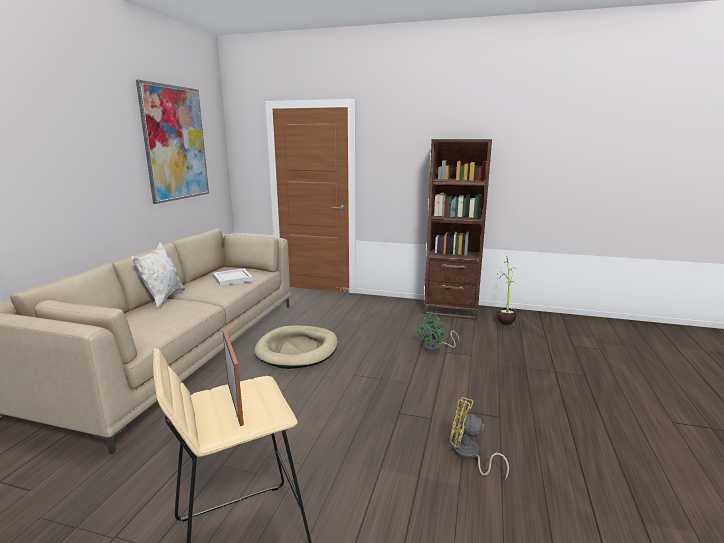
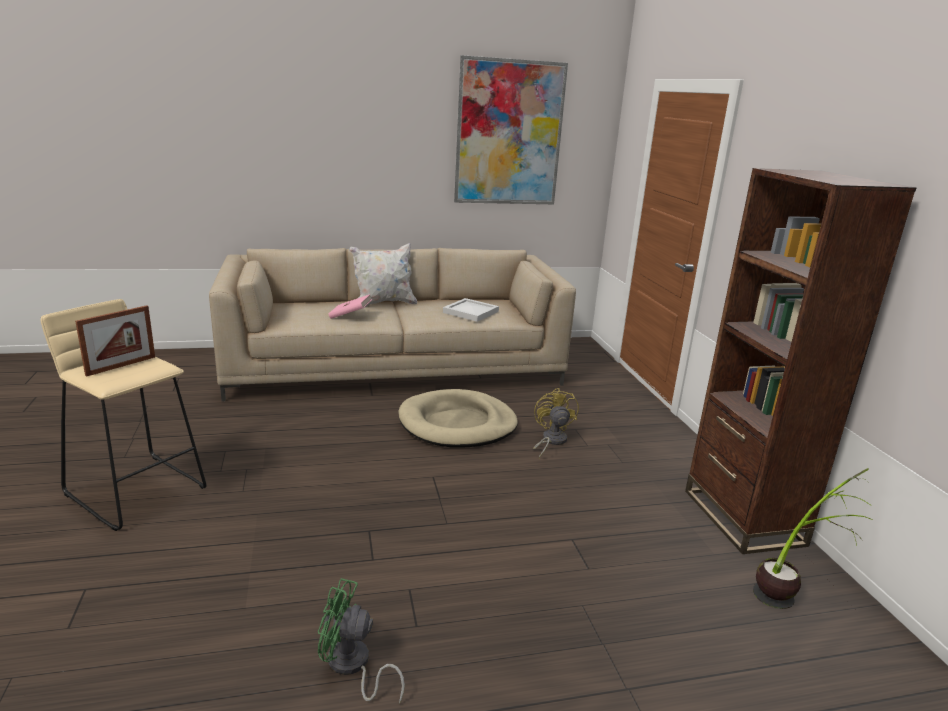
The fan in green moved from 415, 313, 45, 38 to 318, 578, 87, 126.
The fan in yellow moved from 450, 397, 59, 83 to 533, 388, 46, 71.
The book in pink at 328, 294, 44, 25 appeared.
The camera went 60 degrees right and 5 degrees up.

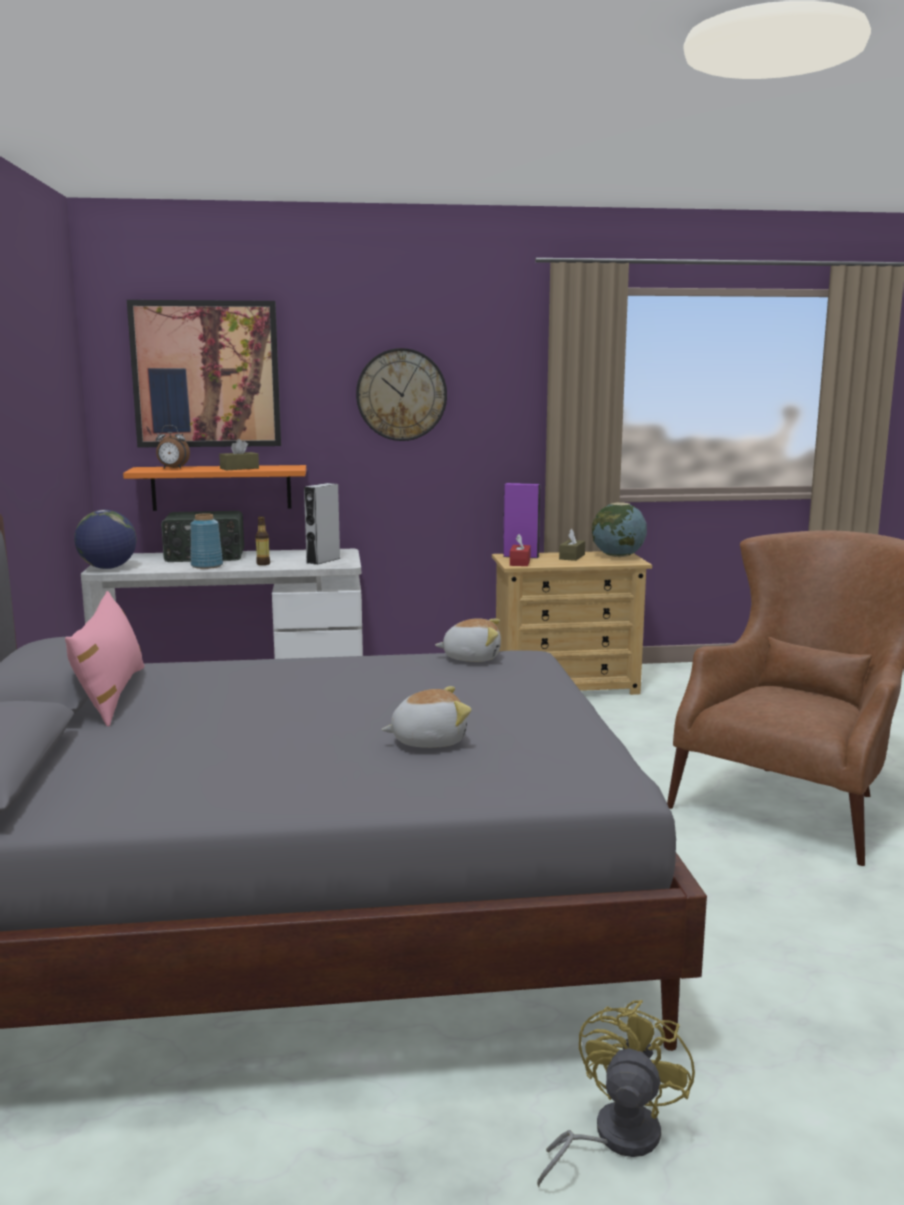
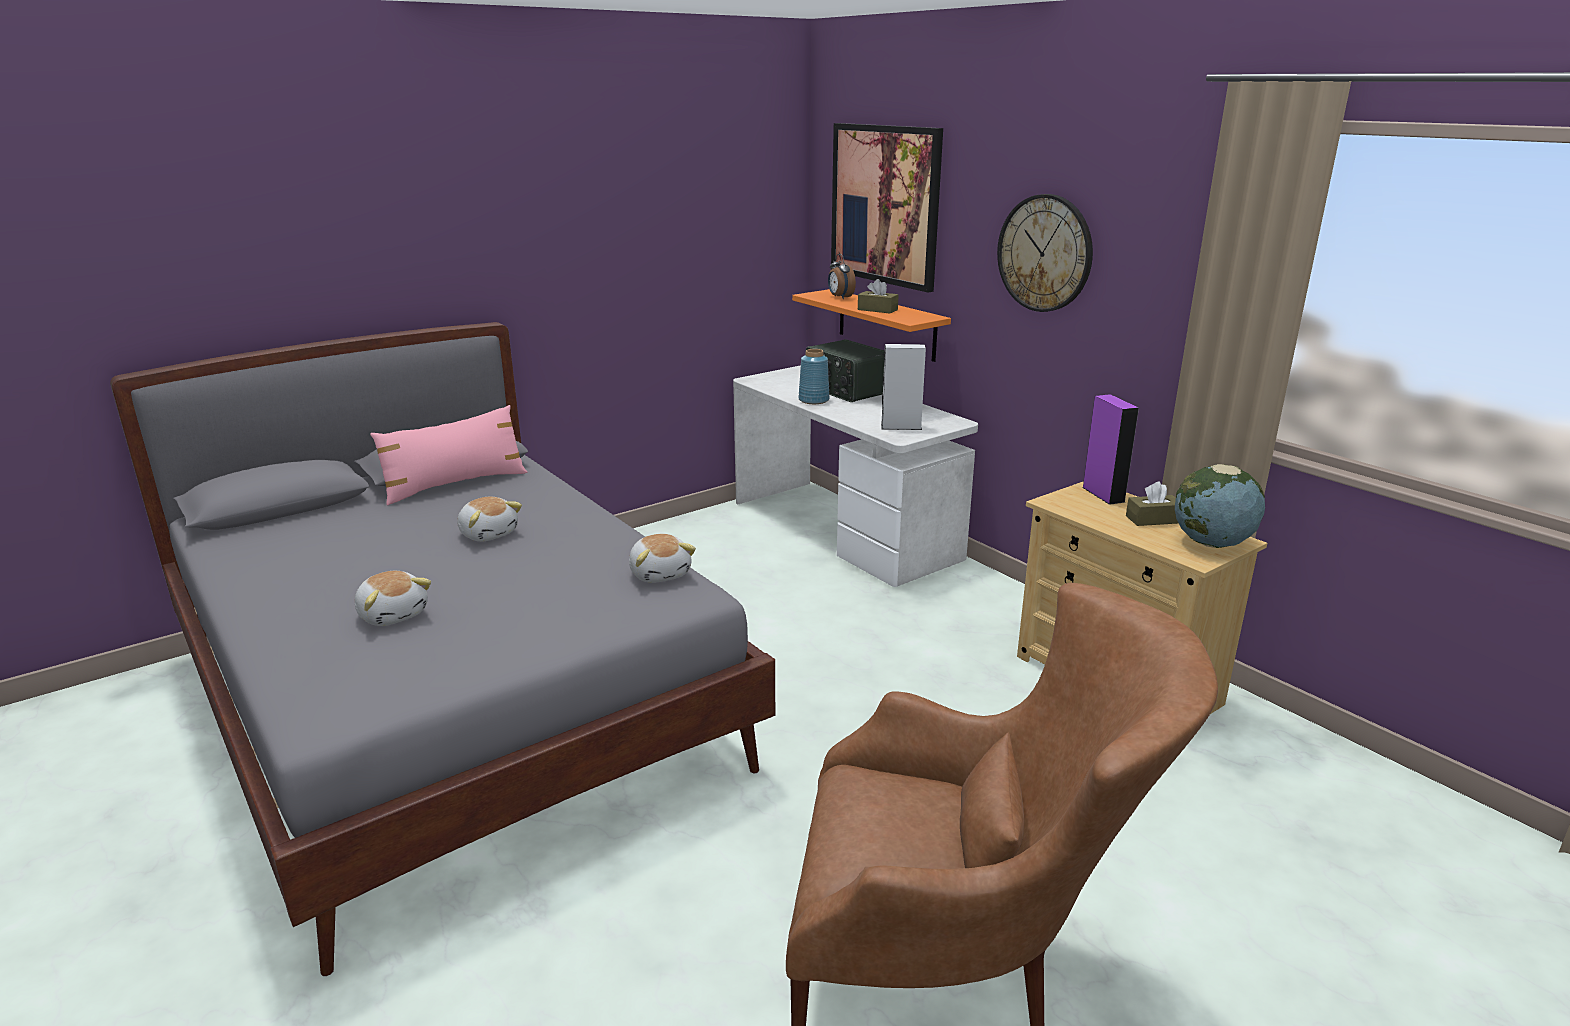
The globe at 74, 510, 63, 59 disappeared.
The bottle at 255, 516, 15, 49 disappeared.
The tissue box in red at 510, 534, 21, 32 disappeared.
The fan in yellow at 537, 1000, 158, 187 disappeared.
The plush toy at 457, 497, 65, 44 appeared.
The camera went 60 degrees right and 10 degrees up.

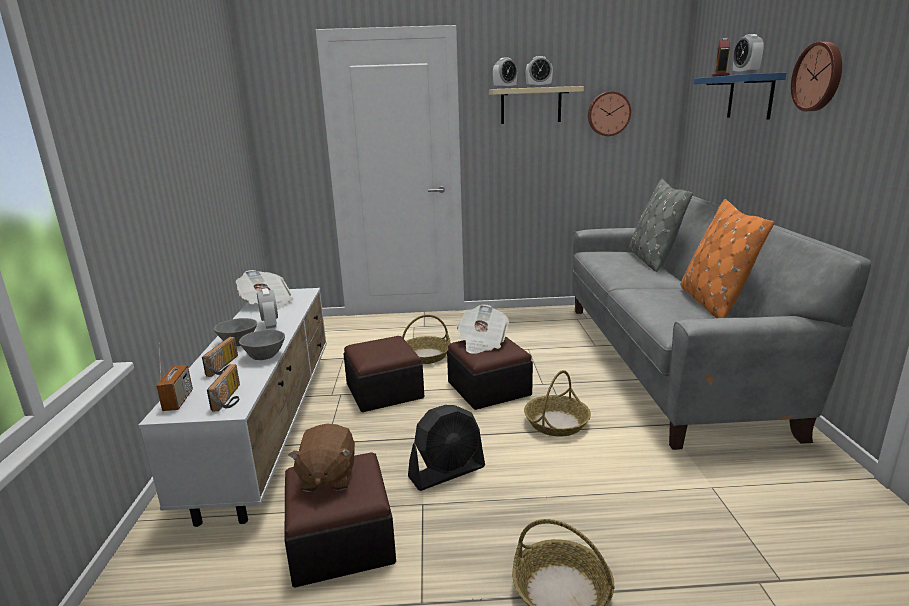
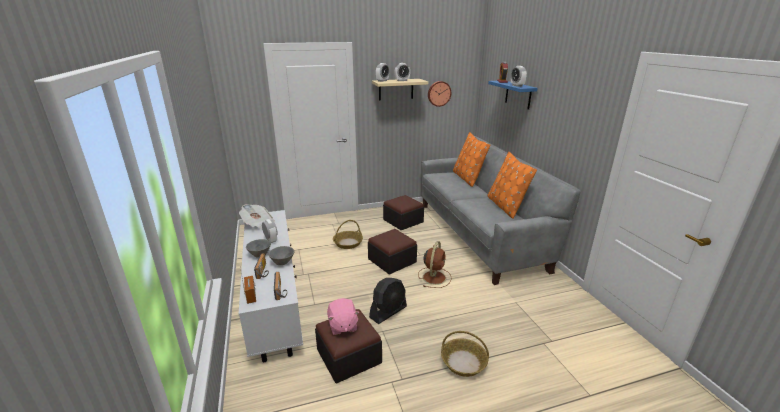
The wall clock at 791, 42, 51, 69 disappeared.
The pillow in grey at 629, 179, 64, 93 became the pillow in orange at 453, 132, 37, 55.
The newspaper at 457, 304, 52, 50 disappeared.
The ottoman moved from 343, 336, 81, 76 to 383, 195, 41, 35.
The basket at 524, 370, 67, 67 was replaced by the fan in brown at 418, 241, 33, 47.
The plush toy in brown at 288, 424, 67, 68 became the plush toy in pink at 327, 298, 33, 37.
The camera went 15 degrees left and 5 degrees up.

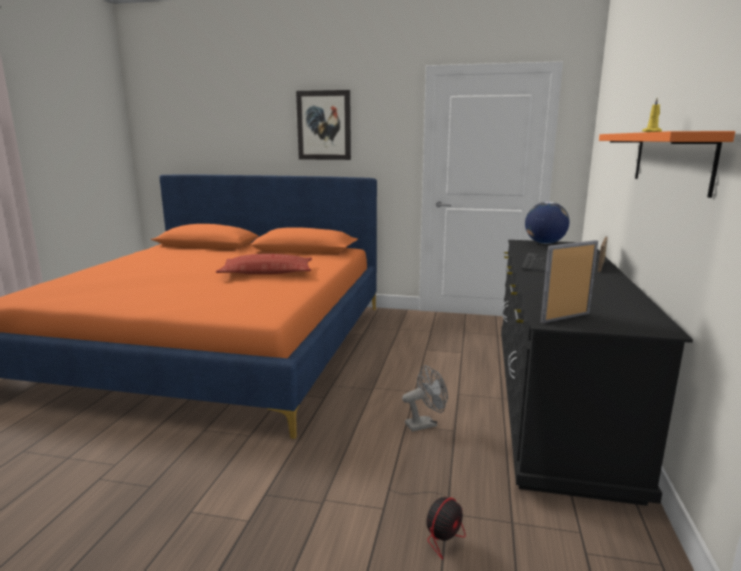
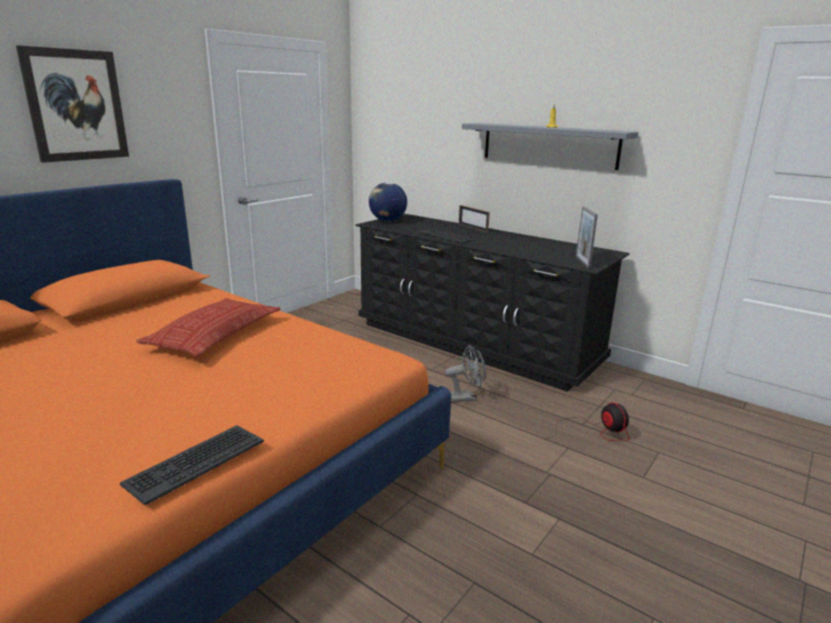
The shelf in orange at 599, 131, 136, 67 became the shelf in grey at 462, 123, 176, 47.
The fan in grey at 402, 365, 46, 67 turned 75 degrees clockwise.
The keyboard at 120, 425, 144, 80 appeared.
The camera went 65 degrees left and 5 degrees up.

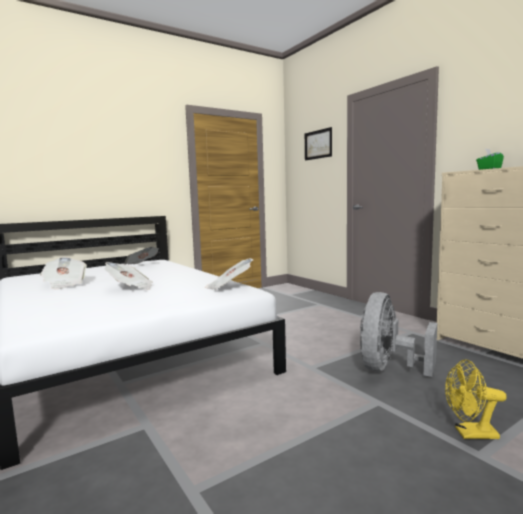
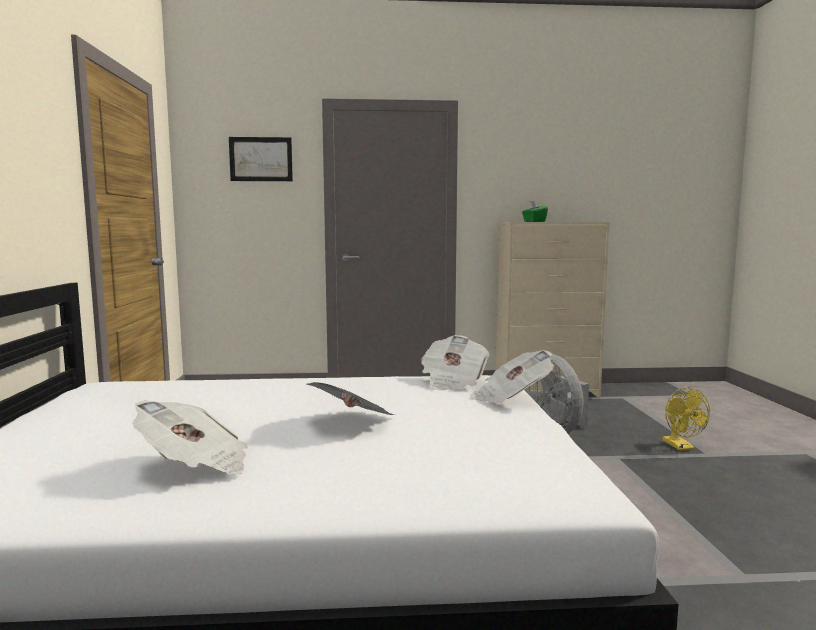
The newspaper moved from 125, 247, 34, 18 to 470, 350, 84, 54.
The fan in yellow at 445, 359, 62, 80 turned 45 degrees counterclockwise.
The camera went 60 degrees left and 0 degrees up.

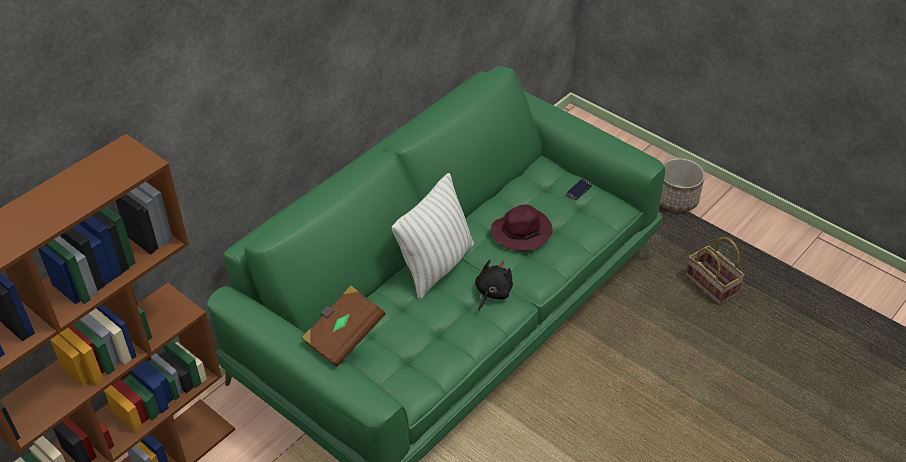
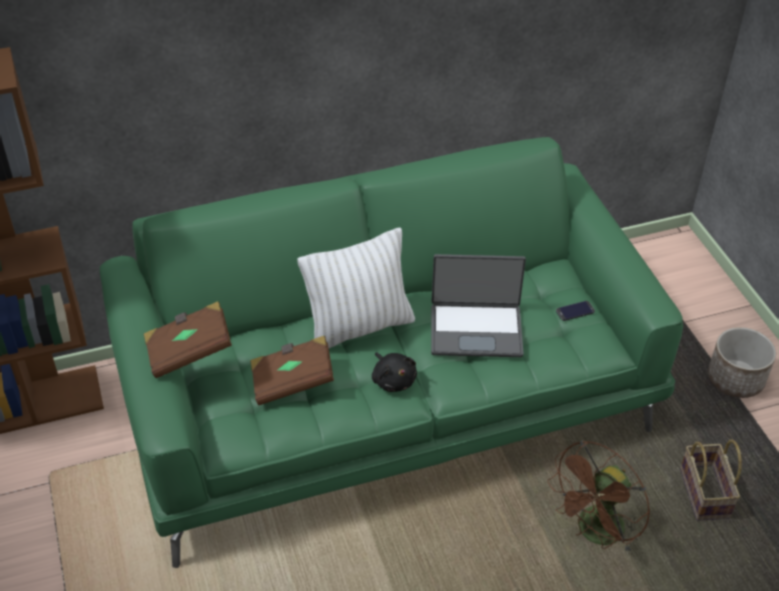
The hat in purple at 491, 205, 62, 46 was replaced by the laptop at 431, 254, 95, 103.
The plush toy in black at 475, 260, 38, 51 turned 90 degrees clockwise.
The book in brown at 250, 336, 84, 69 appeared.
The fan in brown at 547, 440, 103, 114 appeared.
The camera went 30 degrees right and 0 degrees up.

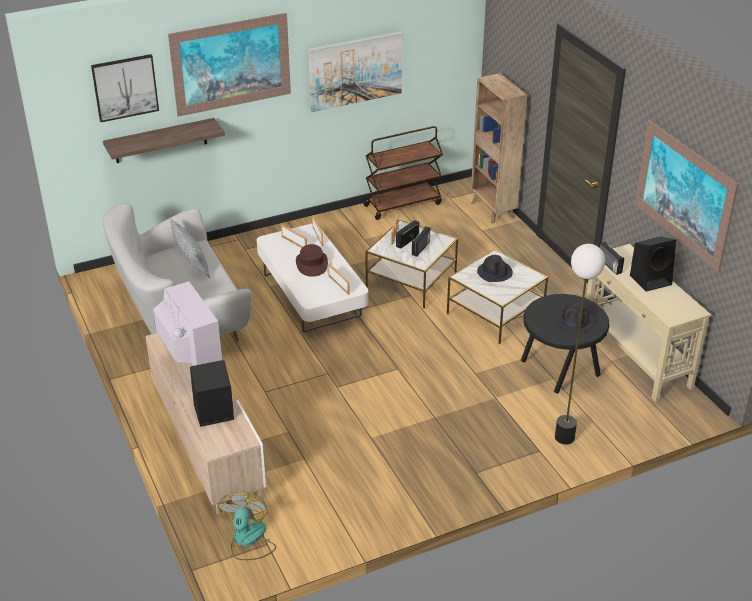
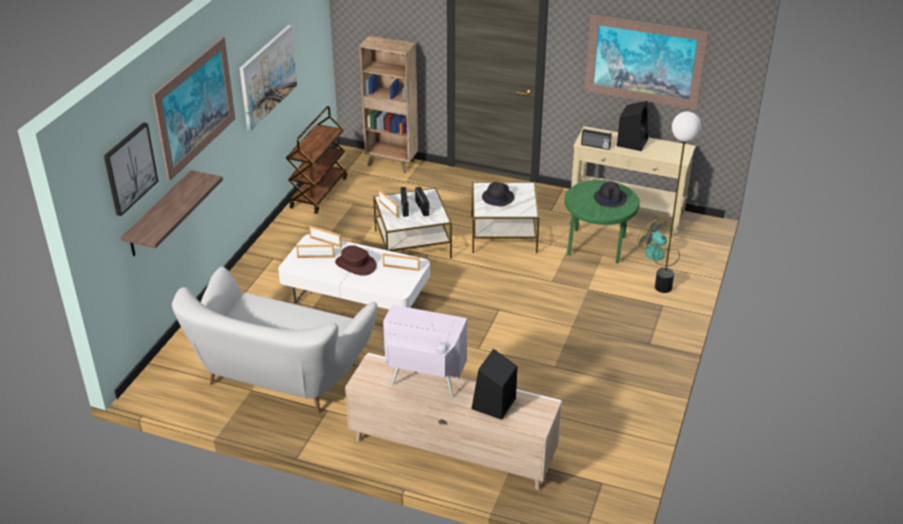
The pillow at 170, 219, 40, 59 disappeared.
The side table in black at 521, 294, 89, 99 became the side table in green at 565, 180, 74, 83.
The fan moved from 218, 491, 58, 69 to 638, 217, 42, 50.
The camera went 45 degrees left and 0 degrees up.

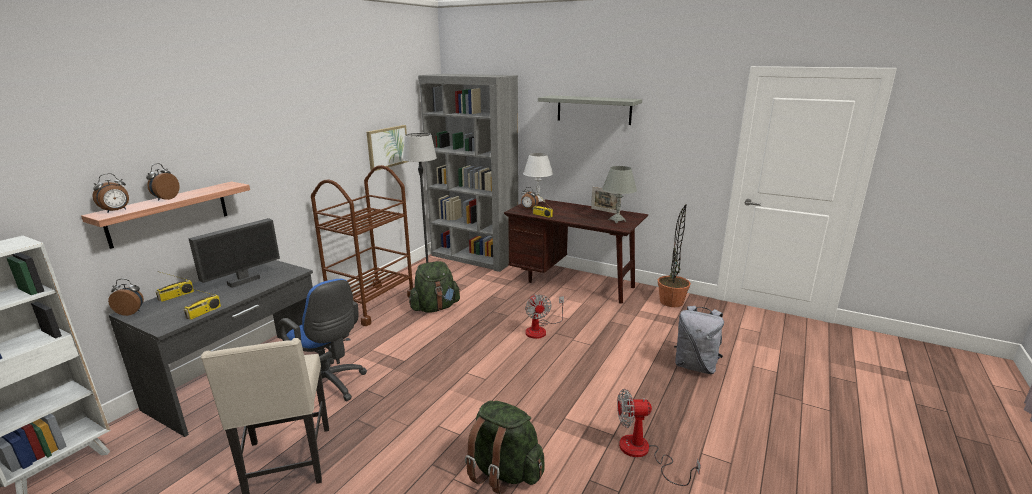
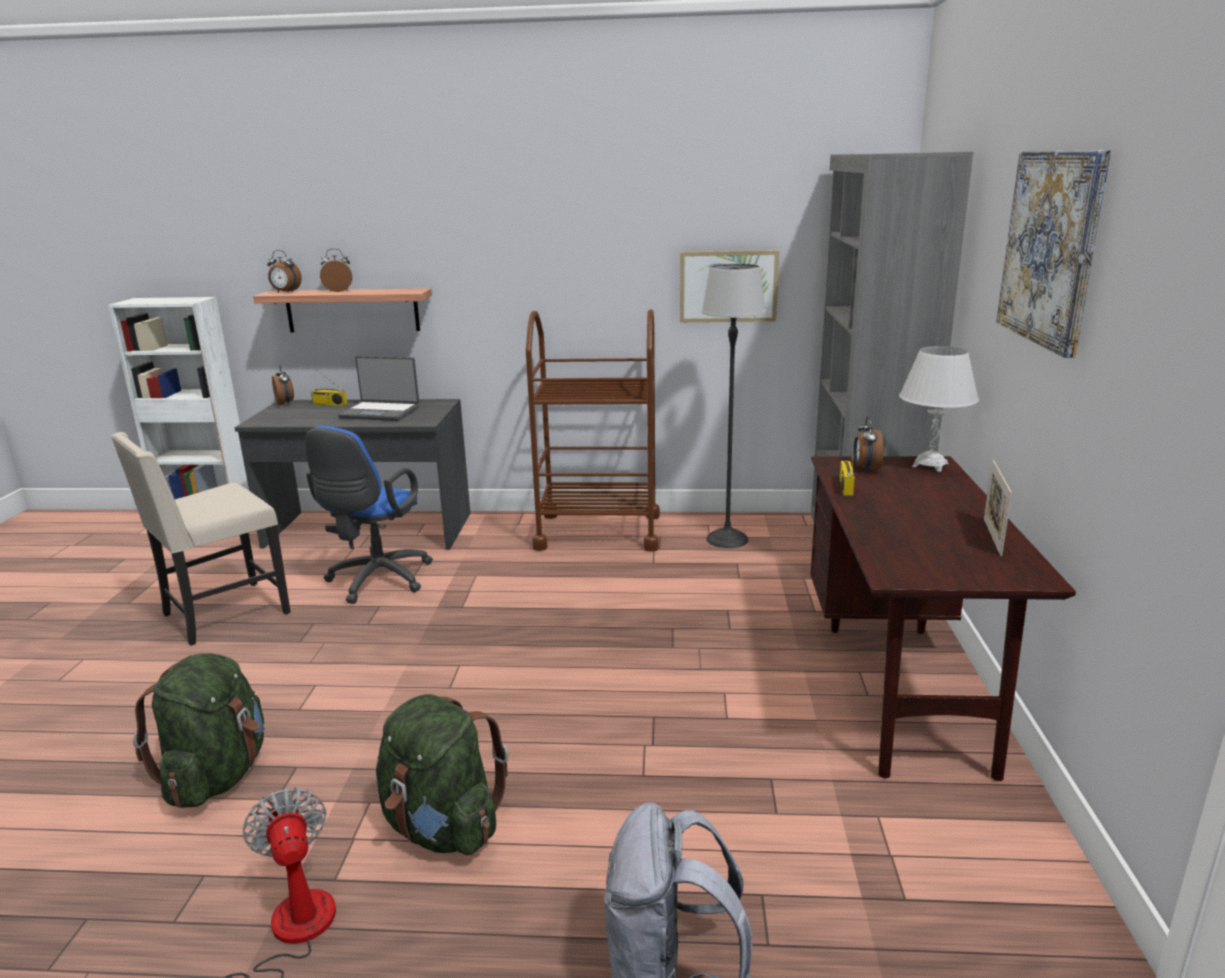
The shelf in grey at 538, 95, 104, 30 was replaced by the picture at 996, 150, 115, 208.
The table lamp in grey at 602, 166, 35, 57 disappeared.
The potted plant at 658, 204, 33, 103 disappeared.
The monitor at 188, 218, 92, 70 was replaced by the laptop at 338, 356, 81, 65.
The backpack in green moved from 409, 261, 51, 52 to 376, 694, 132, 161.
The radio at 184, 287, 37, 33 disappeared.
The fan at 525, 294, 39, 45 disappeared.
The camera went 65 degrees right and 0 degrees up.

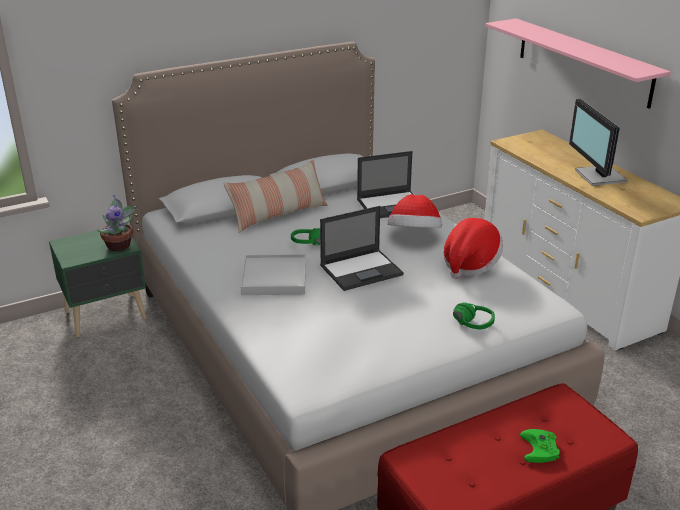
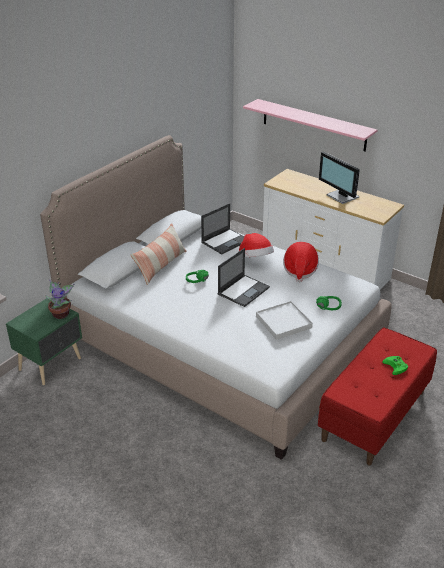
The tray in white moved from 241, 254, 65, 41 to 256, 301, 57, 39.
The camera went 25 degrees left and 5 degrees up.

